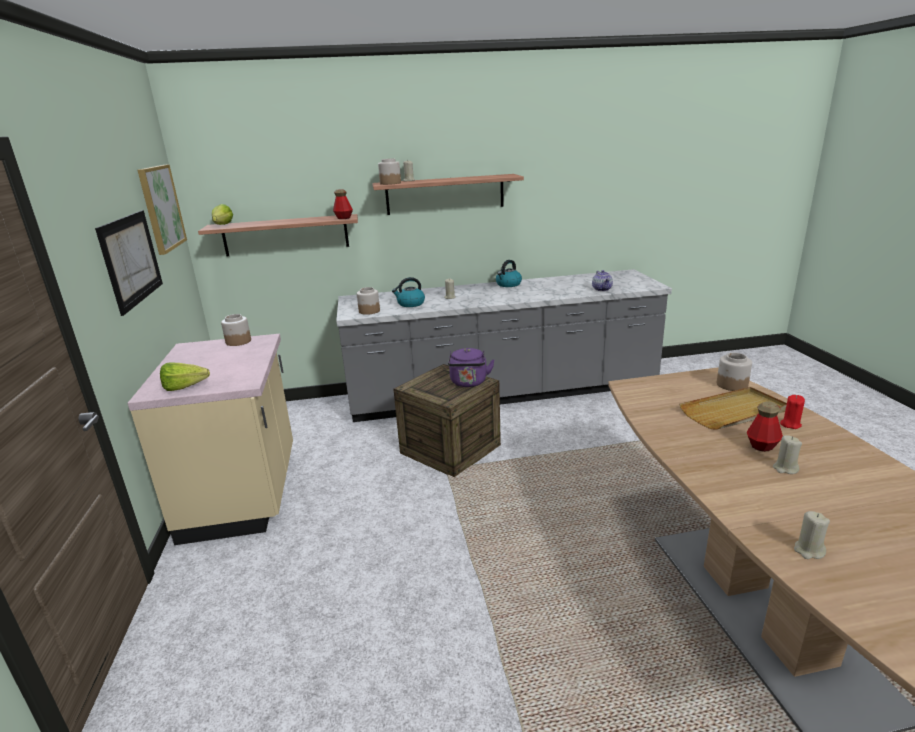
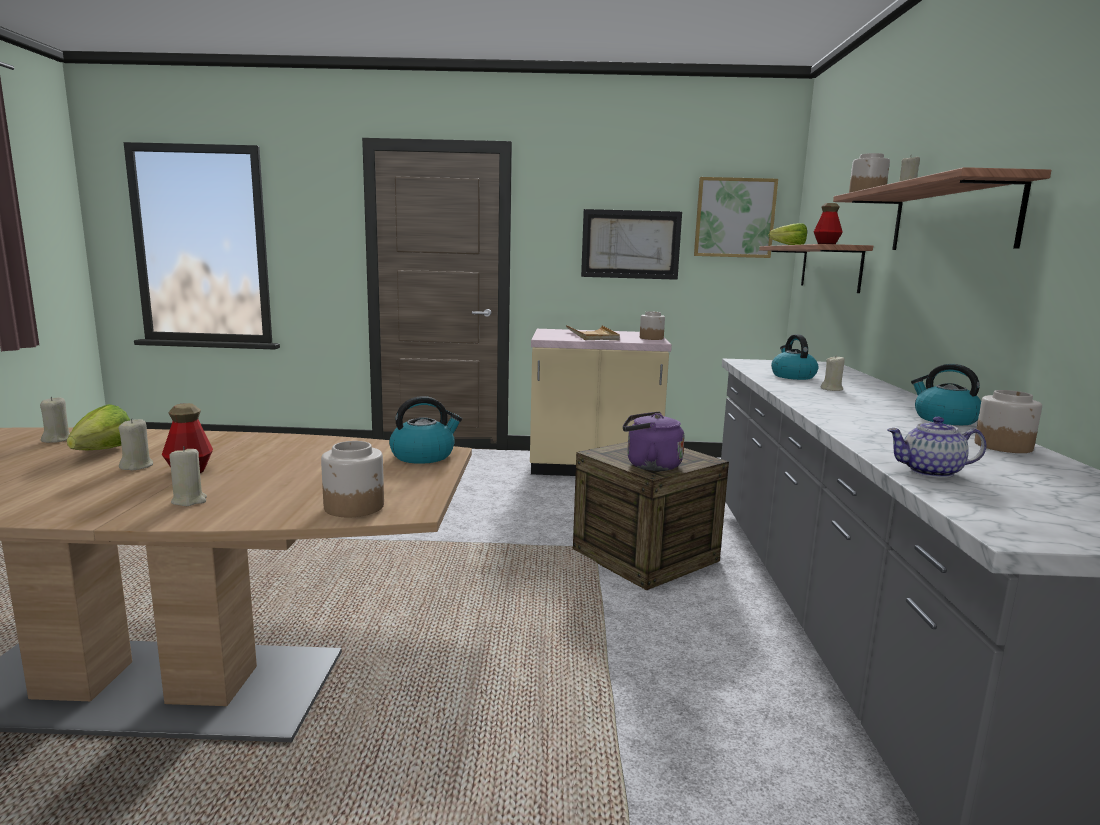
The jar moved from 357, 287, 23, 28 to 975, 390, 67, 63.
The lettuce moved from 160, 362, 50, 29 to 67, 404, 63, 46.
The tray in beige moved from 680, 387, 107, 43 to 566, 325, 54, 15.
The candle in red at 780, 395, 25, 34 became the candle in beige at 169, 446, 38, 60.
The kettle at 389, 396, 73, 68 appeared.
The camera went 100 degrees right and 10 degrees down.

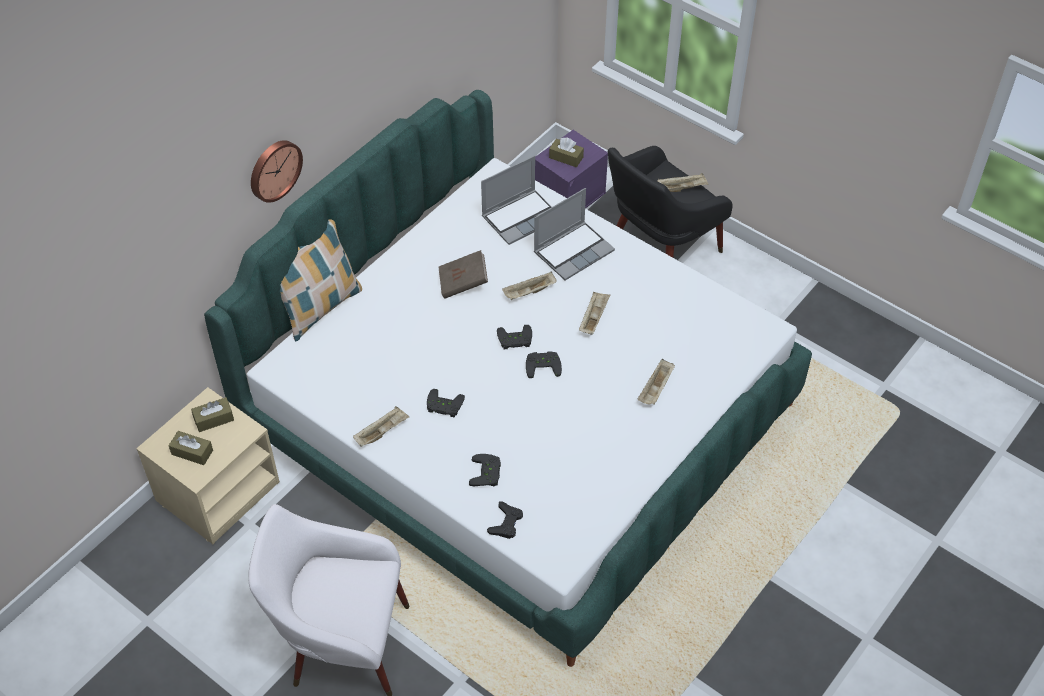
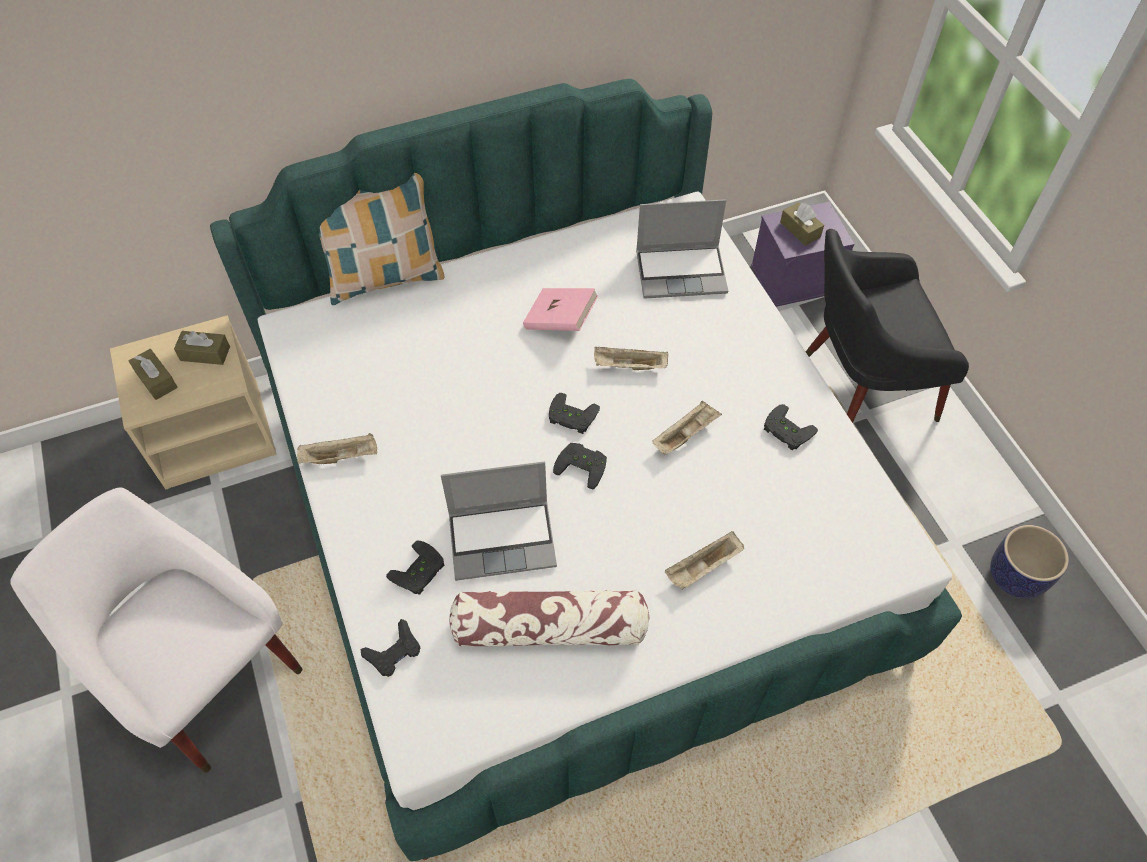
The wall clock at 251, 140, 52, 63 disappeared.
The tray in beige at 657, 173, 52, 19 disappeared.
The laptop moved from 534, 188, 81, 92 to 441, 461, 116, 120.
The book in brown at 439, 250, 49, 49 became the book in pink at 523, 288, 76, 43.
The game controller in black moved from 427, 389, 38, 28 to 764, 404, 54, 46.
The planter at 990, 525, 79, 74 appeared.
The pillow at 449, 590, 200, 57 appeared.
The camera went 30 degrees right and 5 degrees up.

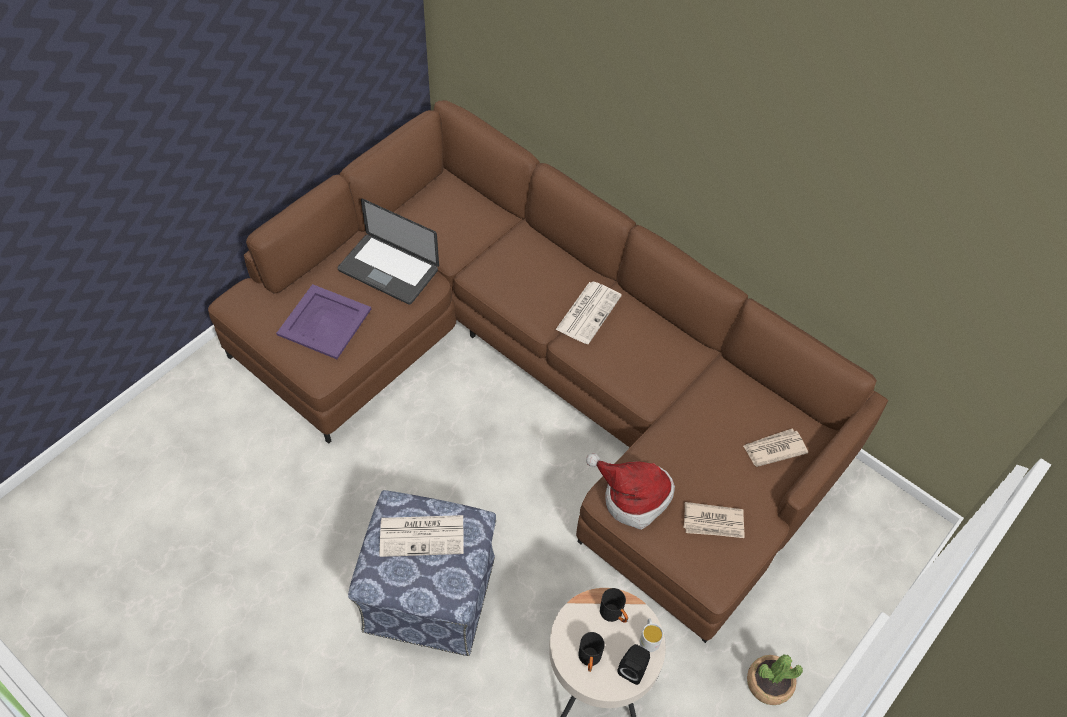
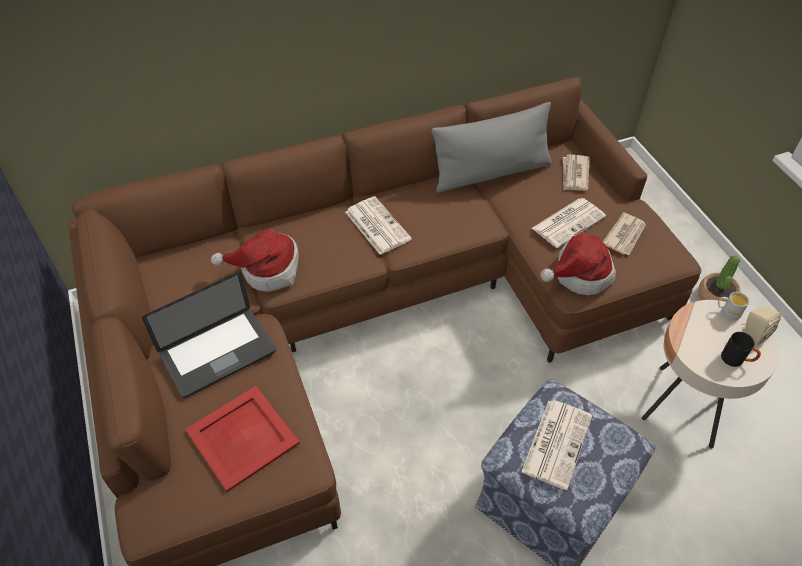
The tray in purple at 276, 284, 95, 75 became the tray in red at 185, 386, 115, 106.
The mug in black at 600, 588, 28, 35 disappeared.
The speaker in black at 617, 644, 33, 41 became the speaker in beige at 741, 306, 40, 39.
The pillow in grey at 431, 102, 121, 91 appeared.
The newspaper at 532, 198, 74, 50 appeared.
The hat at 211, 228, 88, 64 appeared.
The camera went 60 degrees left and 5 degrees down.

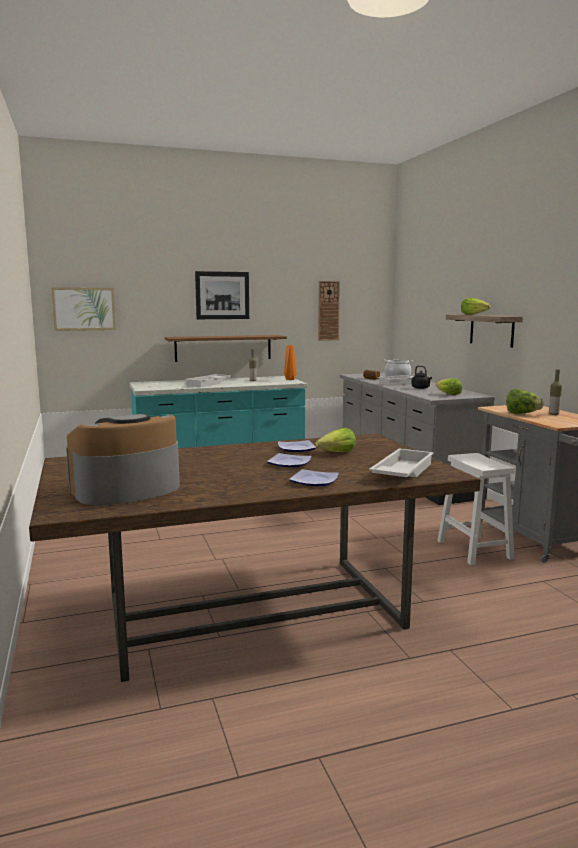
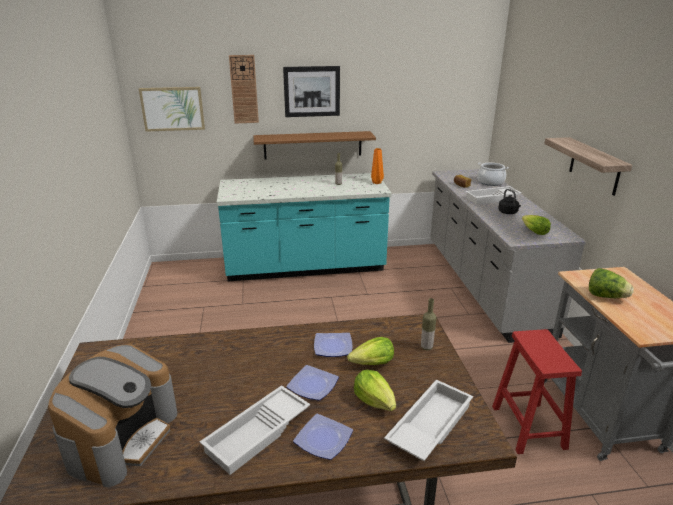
The wall clock moved from 318, 281, 22, 60 to 229, 55, 30, 68.
The lettuce moved from 461, 298, 30, 17 to 354, 370, 42, 41.
The bottle moved from 549, 369, 13, 46 to 421, 298, 16, 52.
The tray in white moved from 185, 374, 47, 13 to 200, 385, 110, 90.
The coffee machine at 66, 414, 114, 91 turned 135 degrees clockwise.
The stool in white at 437, 453, 78, 112 became the stool in red at 492, 329, 90, 125.
The camera went 10 degrees right and 15 degrees up.

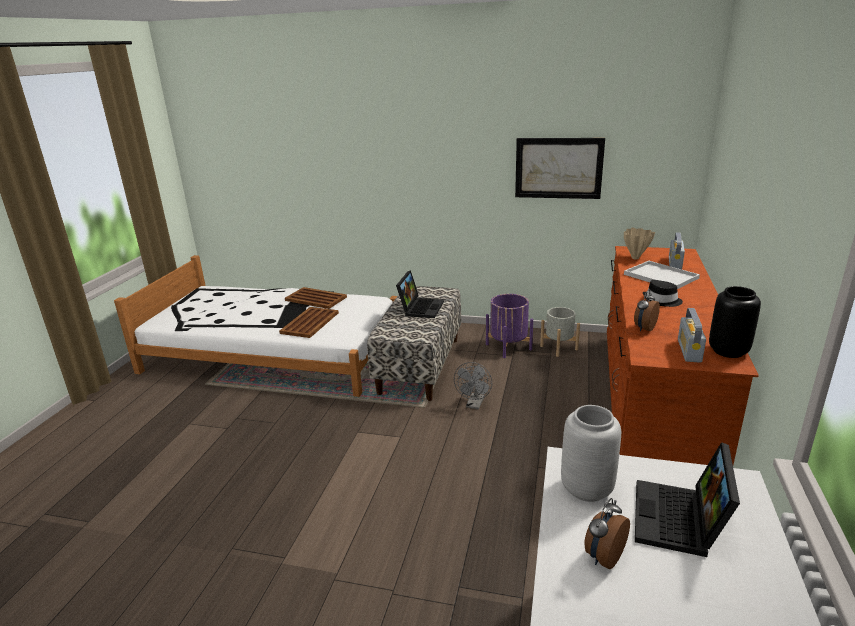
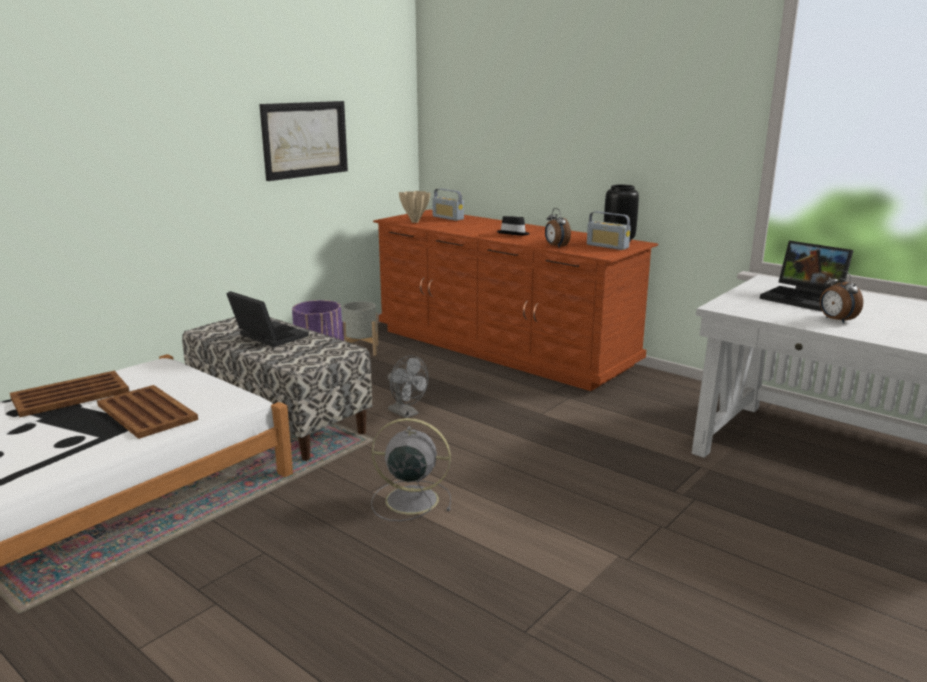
The tray in white at 624, 261, 76, 28 disappeared.
The vase in grey at 561, 405, 60, 97 disappeared.
The fan in grey at 371, 418, 80, 103 appeared.
The camera went 65 degrees left and 5 degrees down.

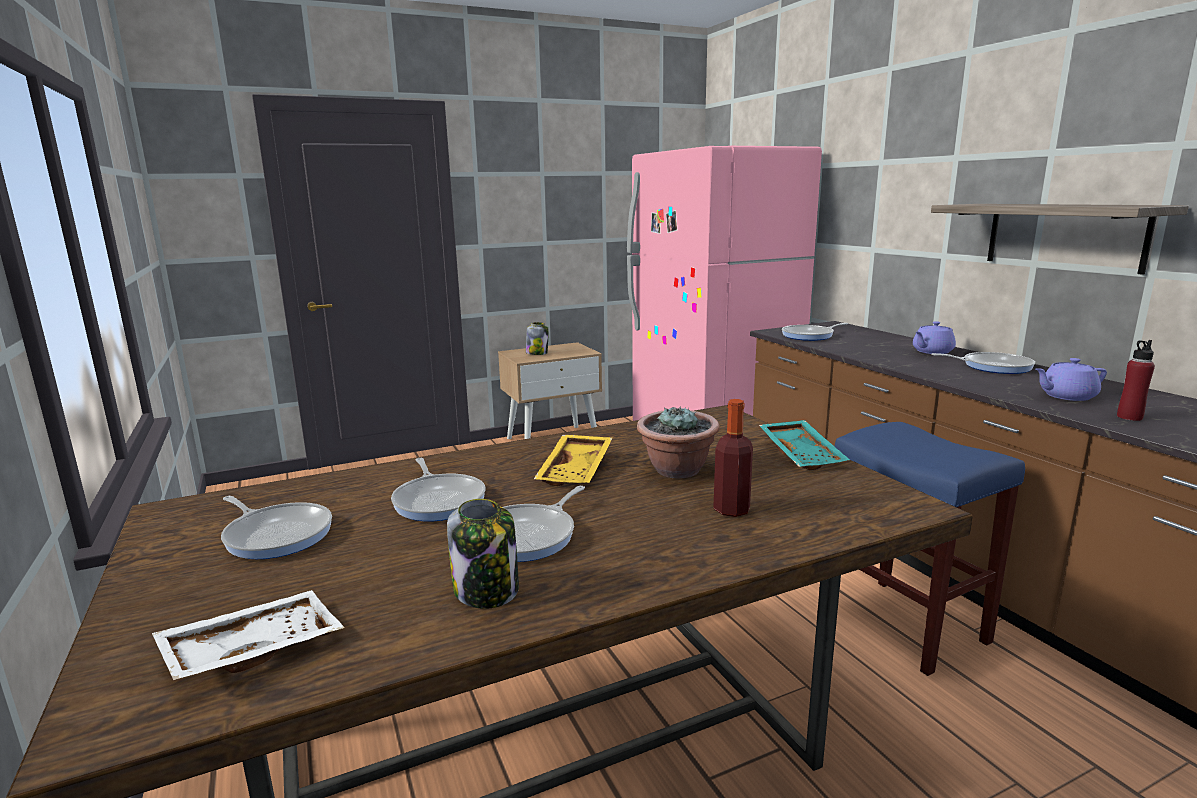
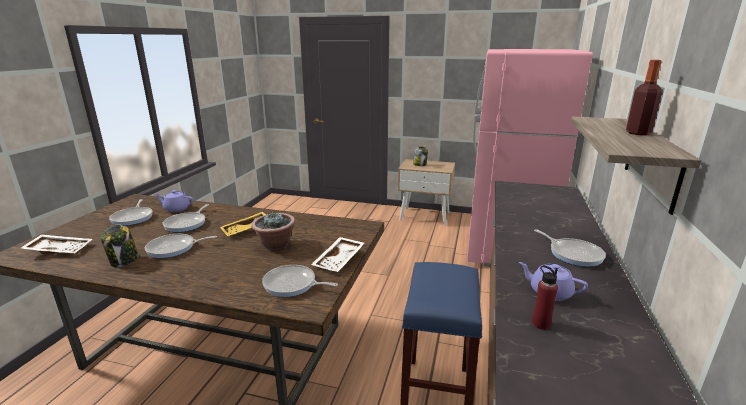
The teapot in purple moved from 913, 321, 43, 33 to 155, 190, 39, 22.
The frying pan moved from 782, 323, 66, 18 to 262, 265, 76, 32.
The bottle moved from 713, 399, 40, 118 to 626, 60, 36, 75.
The tray in turquoise at 759, 420, 91, 50 became the tray in white at 311, 237, 53, 35.
The camera went 40 degrees right and 5 degrees up.

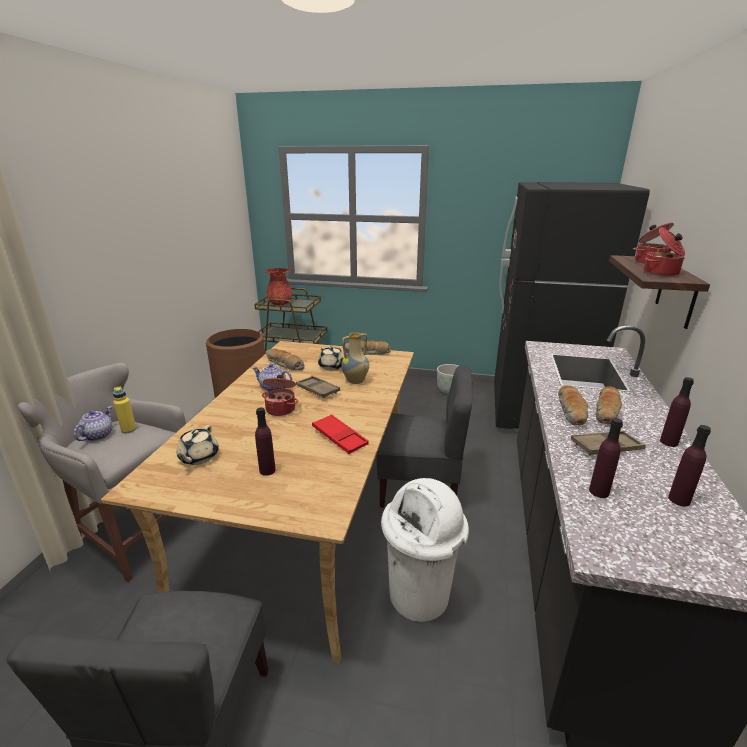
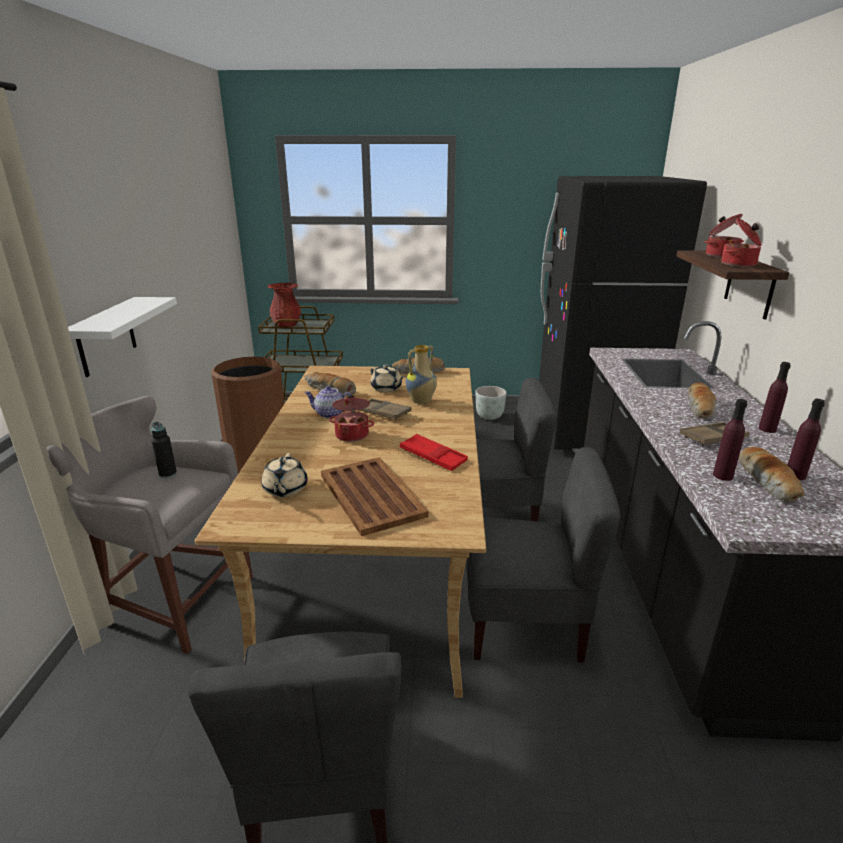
The bread moved from 558, 385, 30, 41 to 739, 447, 65, 55.
The bottle in yellow at 113, 386, 23, 47 became the bottle in black at 151, 422, 26, 56.
The teapot at 74, 406, 38, 35 disappeared.
The bottle in purple at 255, 407, 21, 69 was replaced by the tray in brown at 321, 457, 107, 79.
The trash can in white at 381, 478, 88, 144 was replaced by the chair in grey at 467, 447, 154, 216.
The shelf in white at 68, 297, 109, 80 appeared.
The camera went 10 degrees left and 0 degrees up.

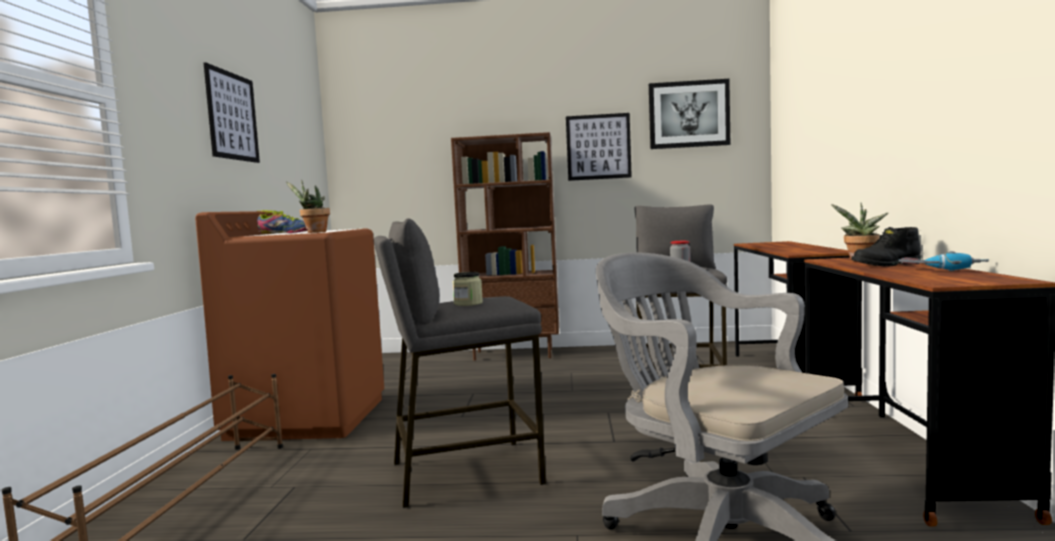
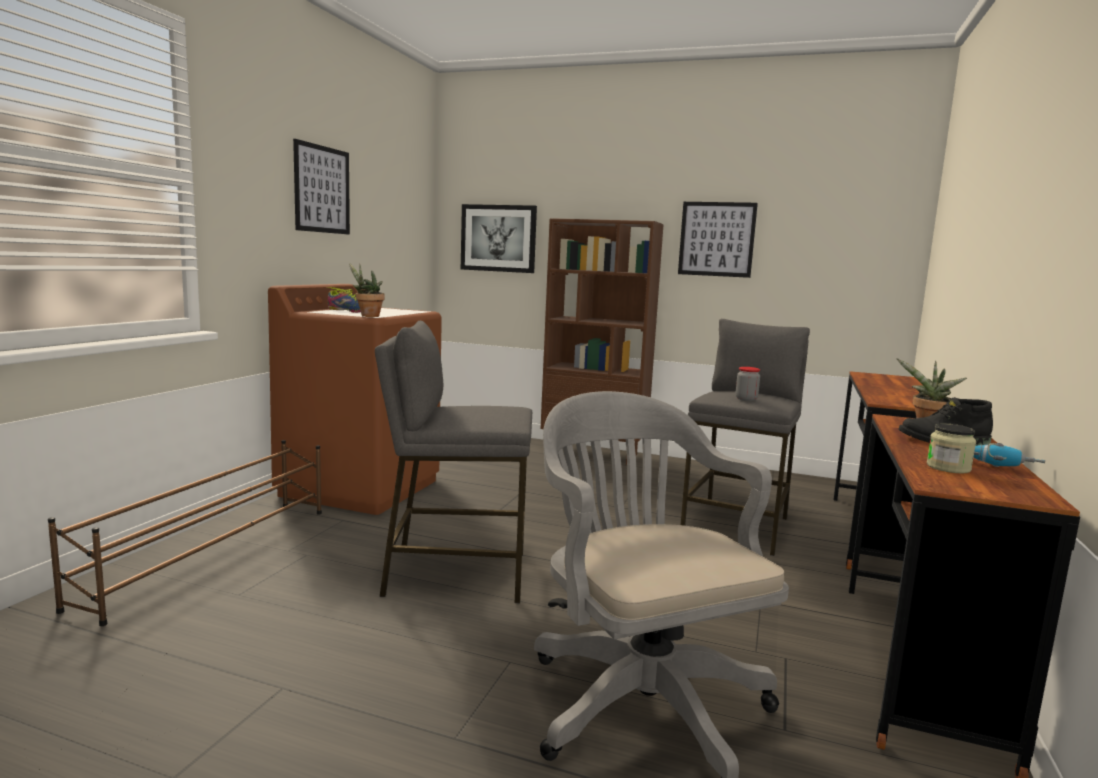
The picture moved from 649, 79, 81, 70 to 461, 204, 76, 69.
The jar moved from 453, 272, 30, 34 to 927, 423, 49, 50.
The camera went 15 degrees right and 5 degrees up.

